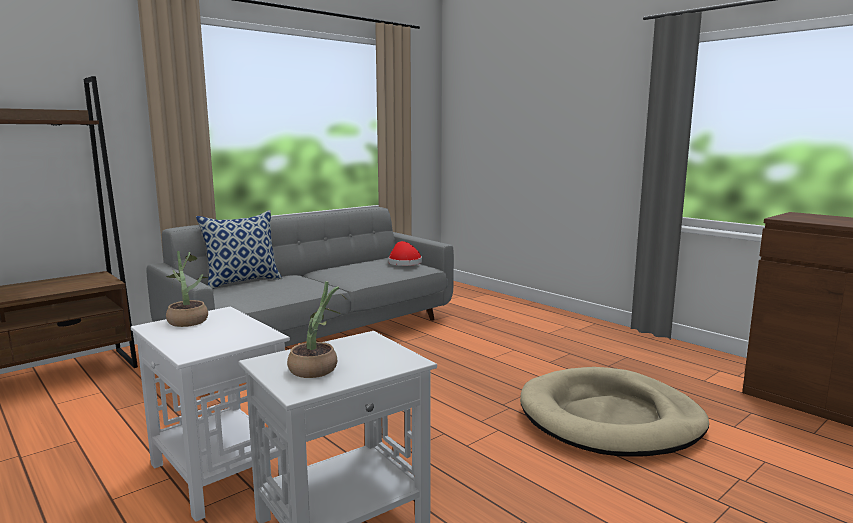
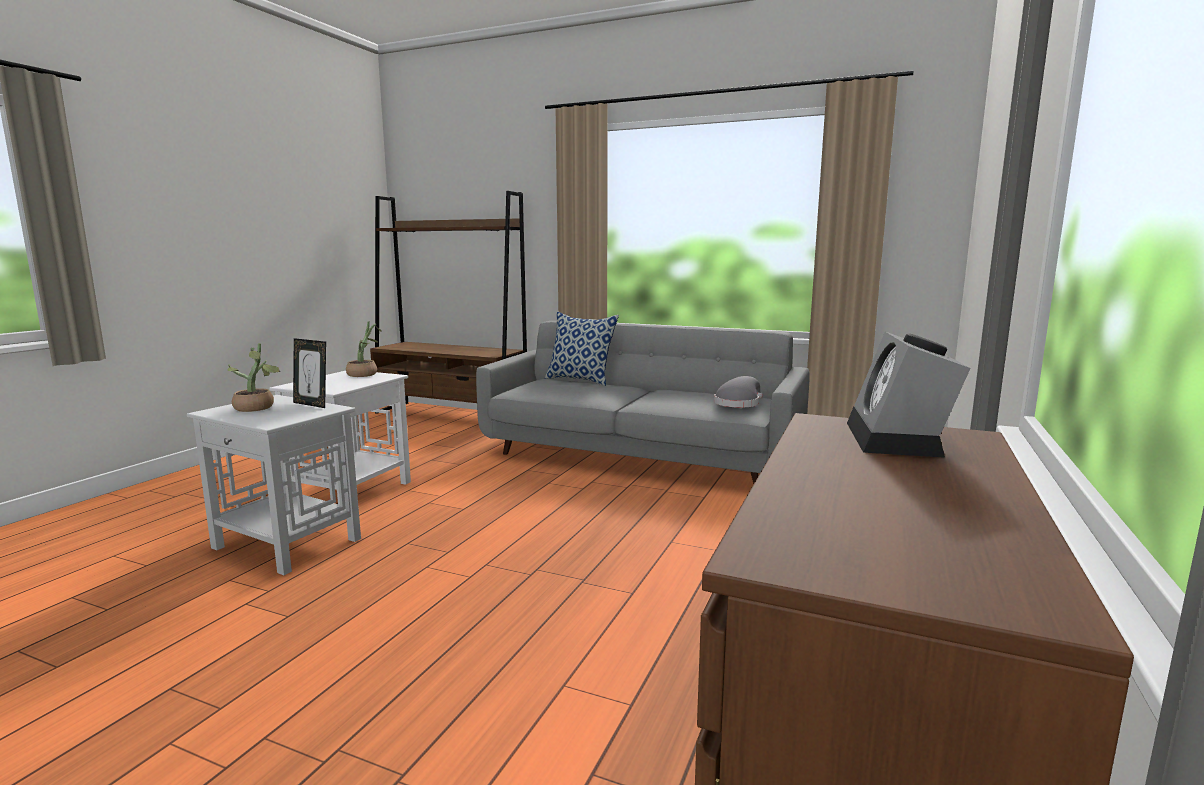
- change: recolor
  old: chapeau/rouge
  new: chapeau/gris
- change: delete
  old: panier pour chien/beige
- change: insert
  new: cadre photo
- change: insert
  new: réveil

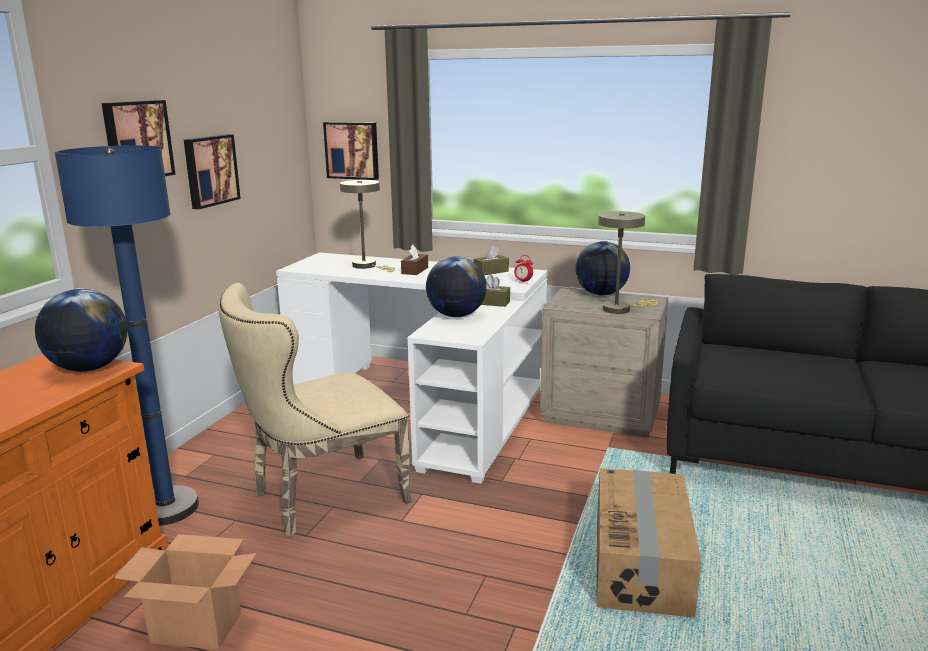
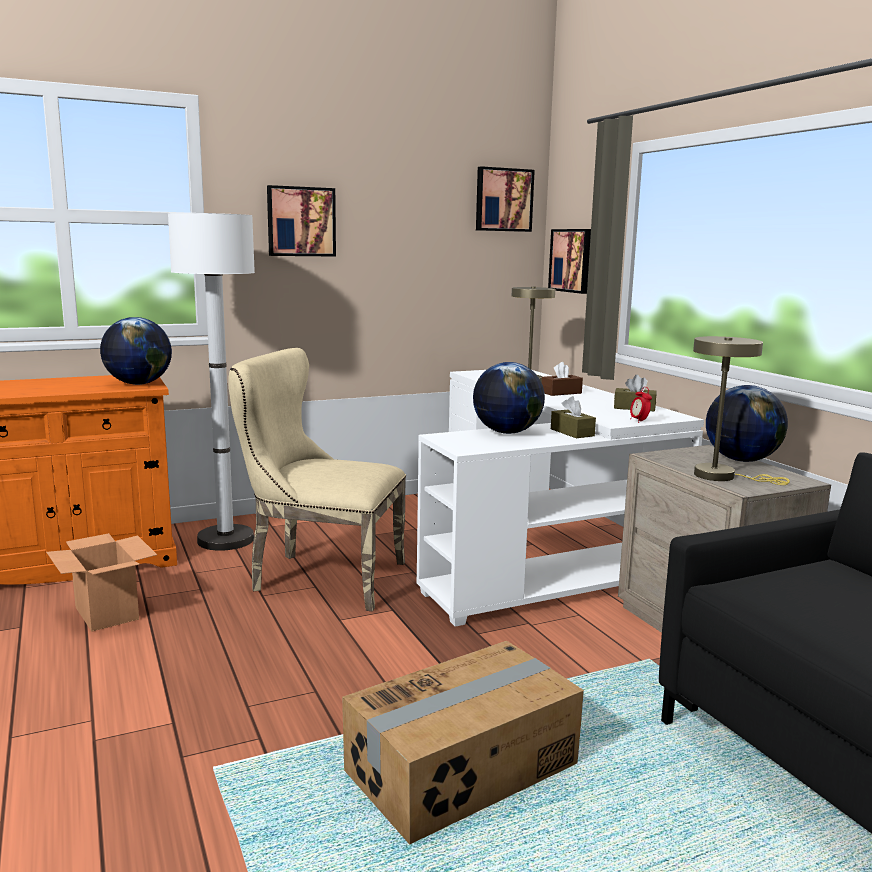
- change: recolor
  old: lampadaire/bleu
  new: lampadaire/blanc
- change: move
  old: tableau (2nd from left)

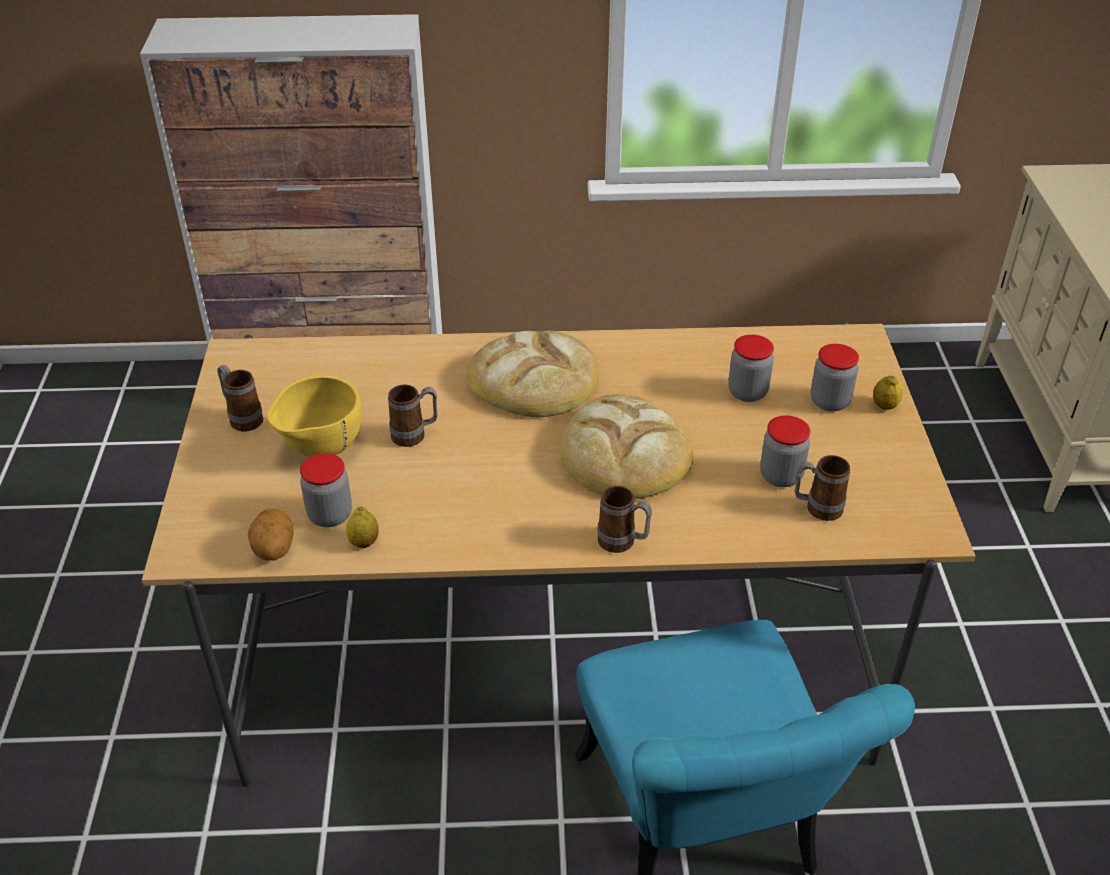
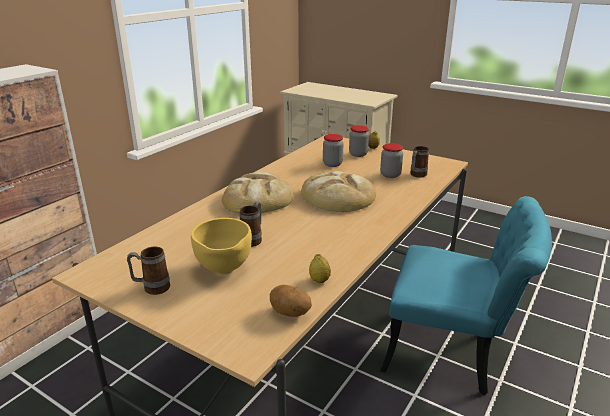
- change: delete
  old: bocal (1st from left)
- change: delete
  old: mug (3rd from left)

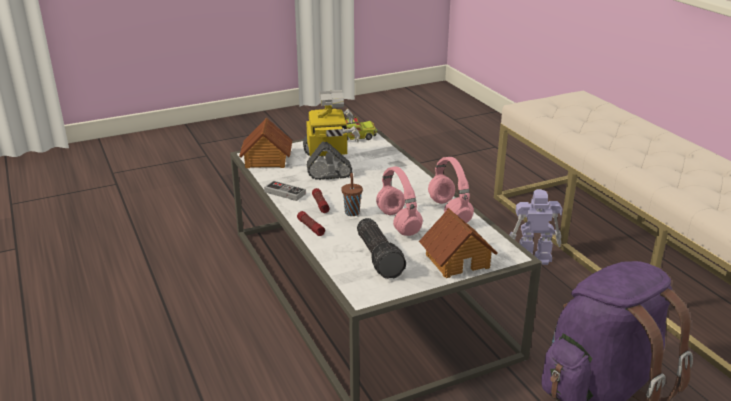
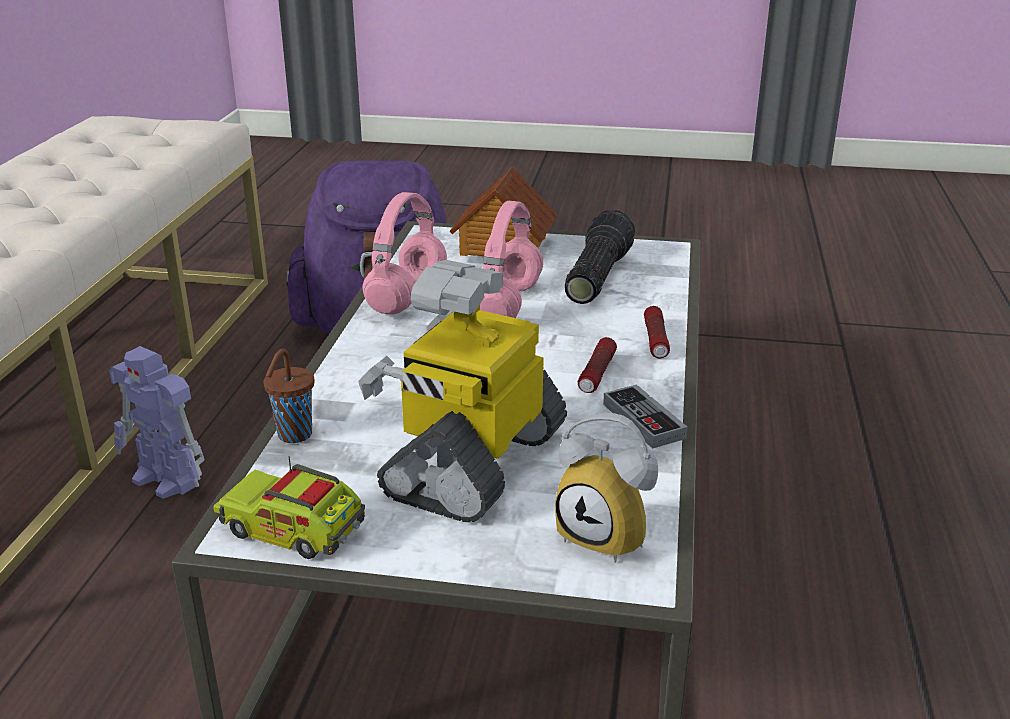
- change: replace
  old: maison miniature (1st from left)
  new: réveil
- change: move
  old: tasse/marron

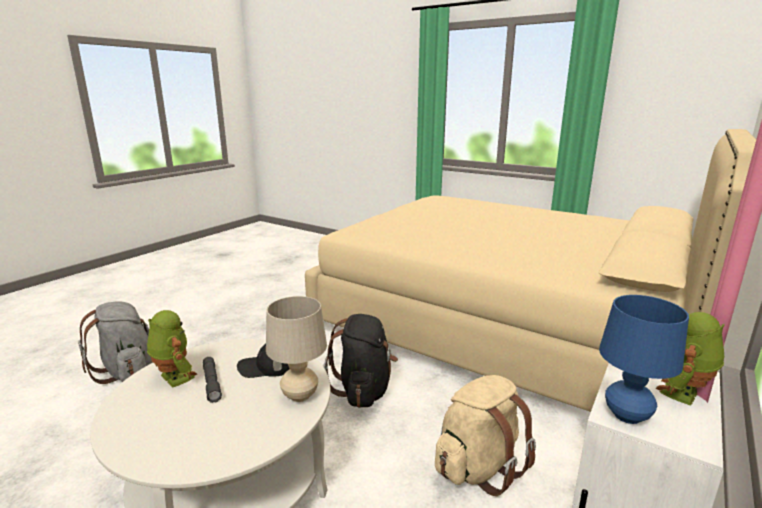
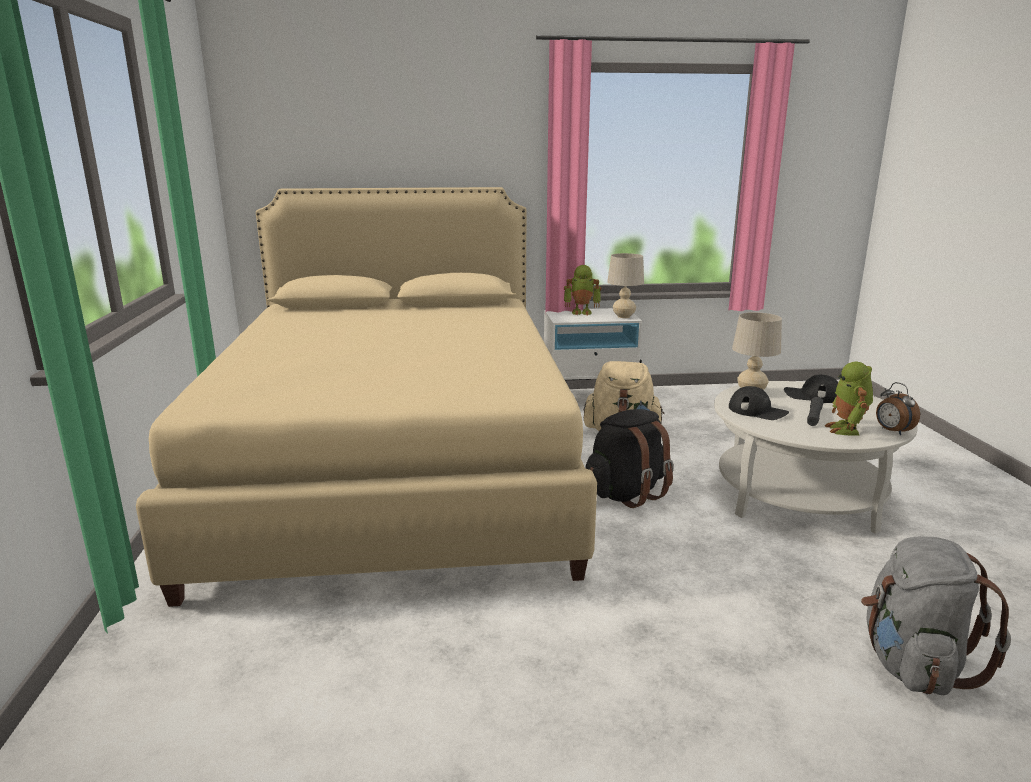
- change: recolor
  old: lampe de table/bleu
  new: lampe de table/beige (1st from left)
- change: insert
  new: casquette/noir (2nd from left)
- change: insert
  new: réveil

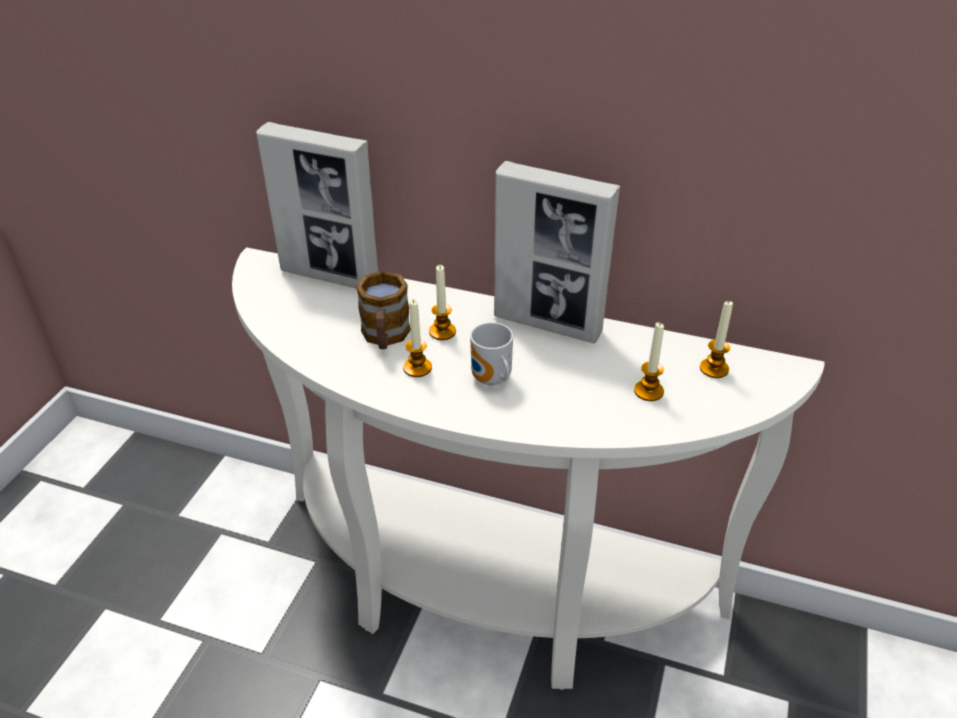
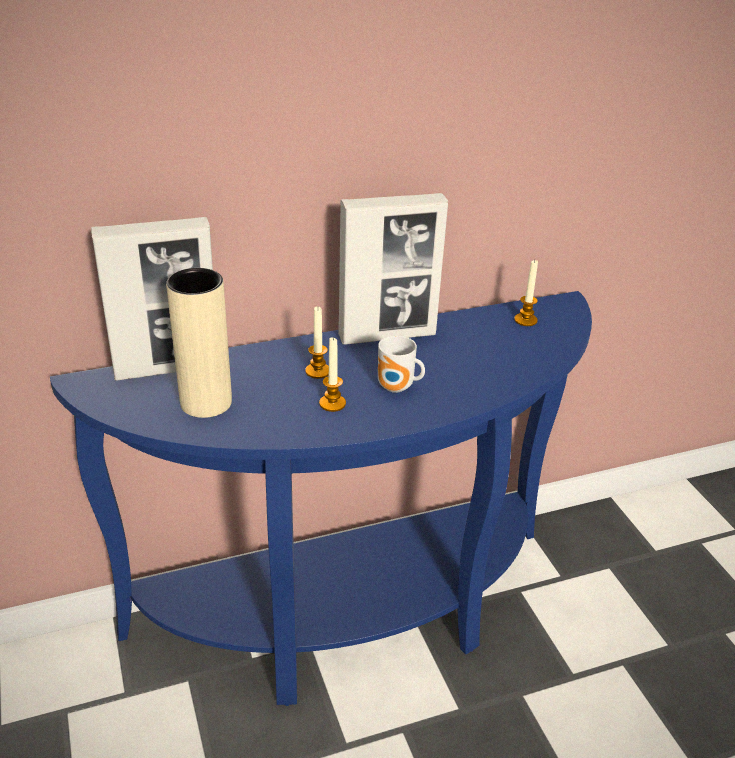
- change: recolor
  old: table console/blanc
  new: table console/bleu
- change: delete
  old: mug (1st from left)
- change: delete
  old: bougie (3rd from left)
- change: insert
  new: vase/beige

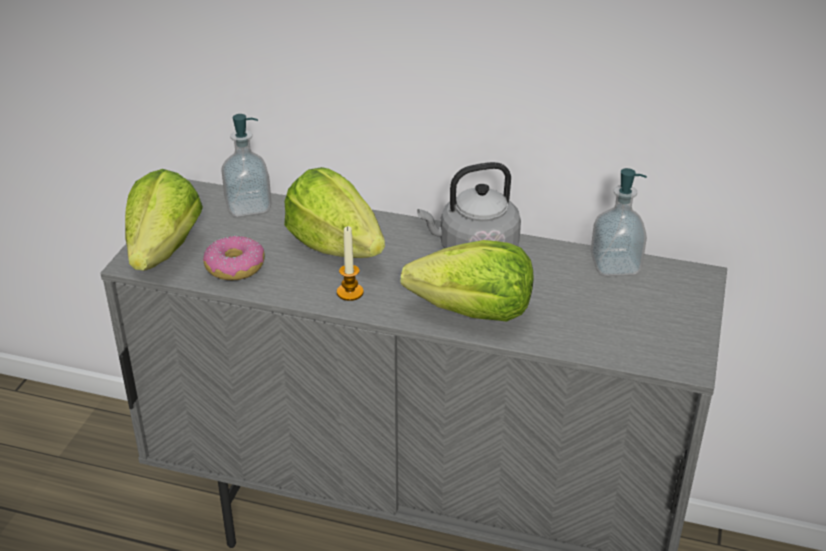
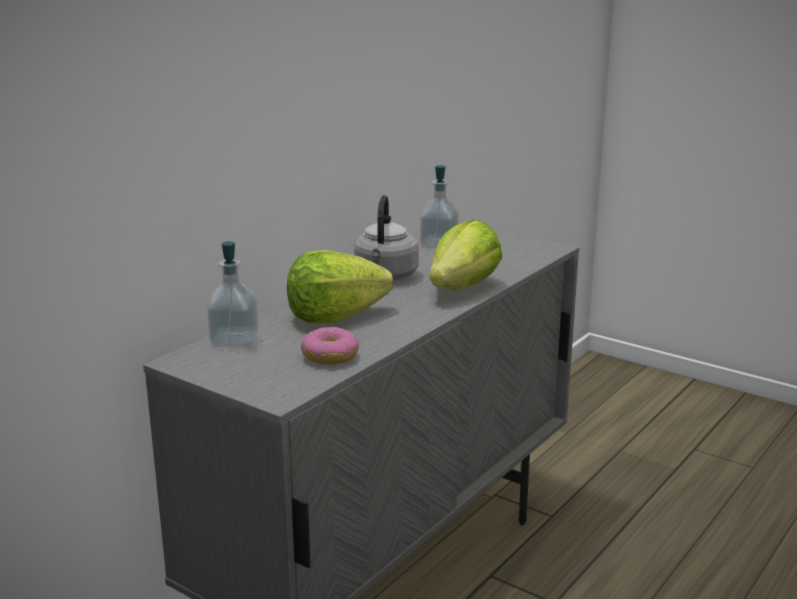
- change: delete
  old: laitue (1st from left)
- change: delete
  old: bougie

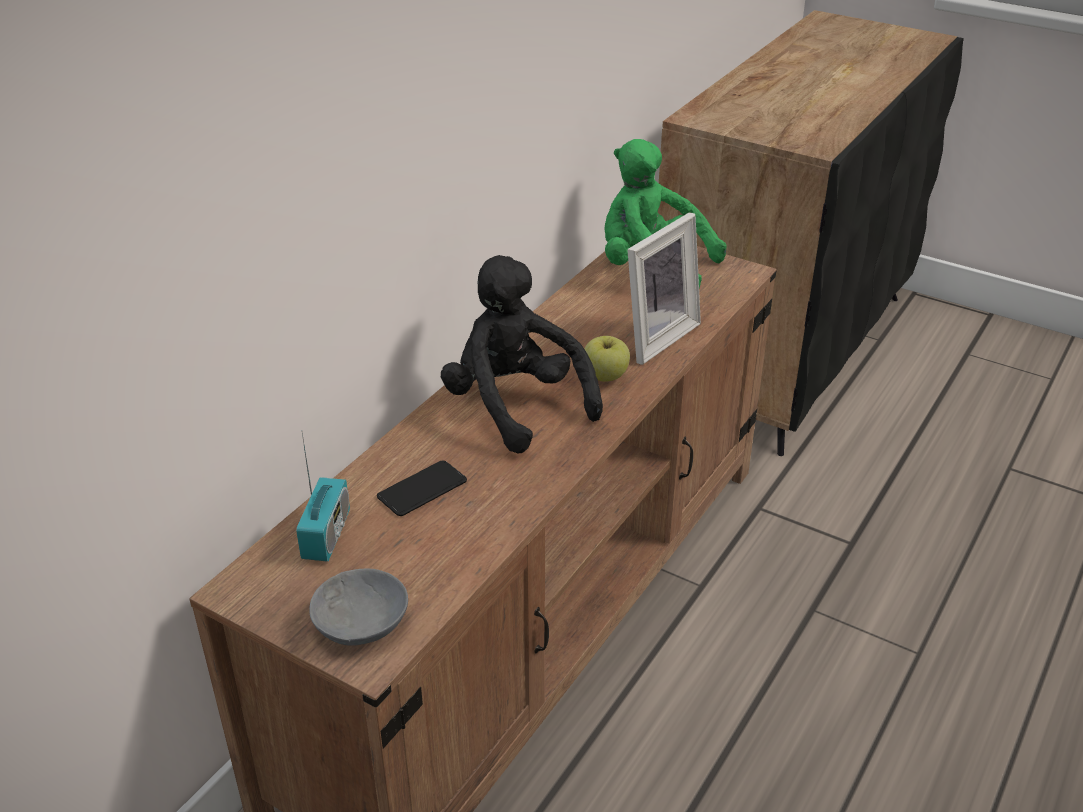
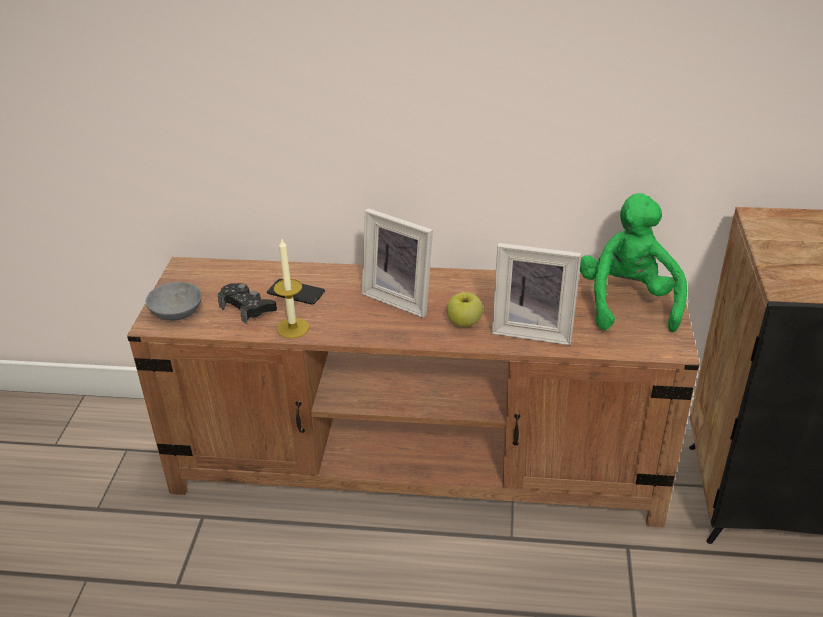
- change: delete
  old: radio
- change: replace
  old: peluche/noir
  new: cadre photo (1st from left)
- change: insert
  new: manette/noir
- change: insert
  new: bougie

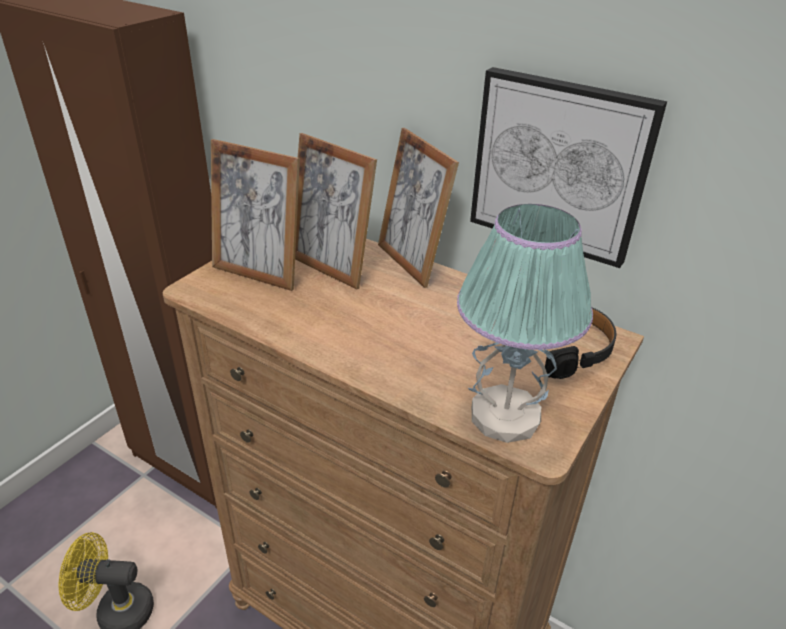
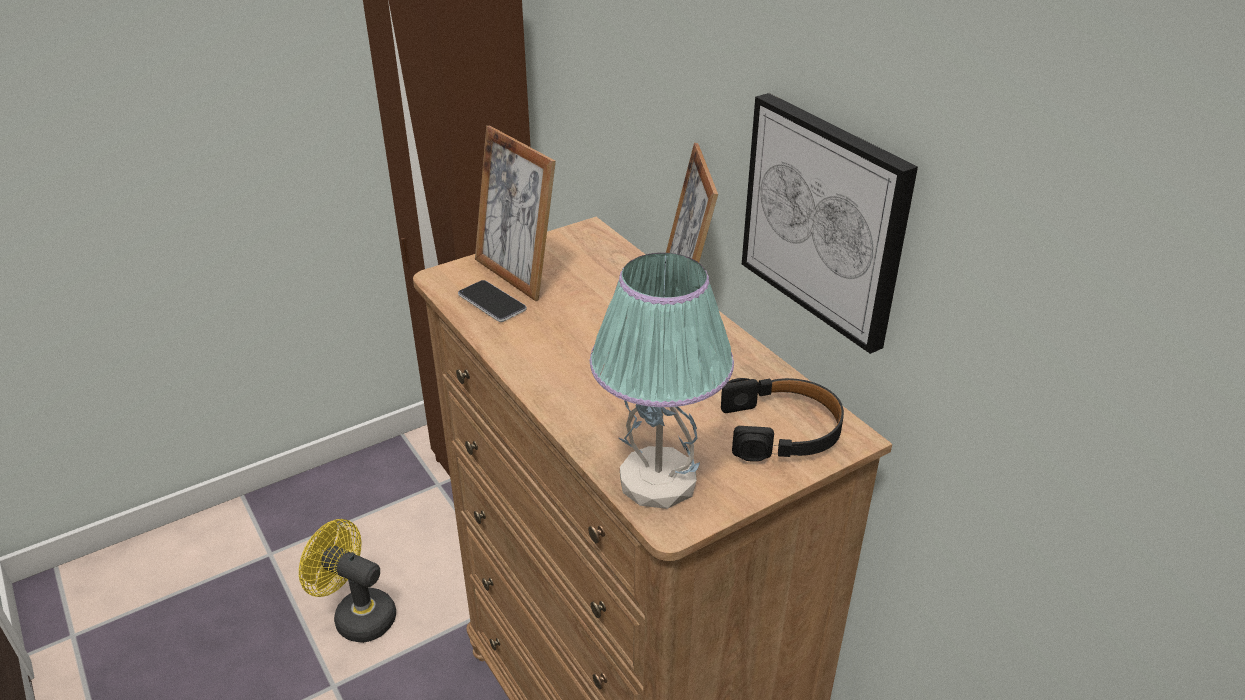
- change: delete
  old: cadre photo (2nd from left)
- change: insert
  new: téléphone

